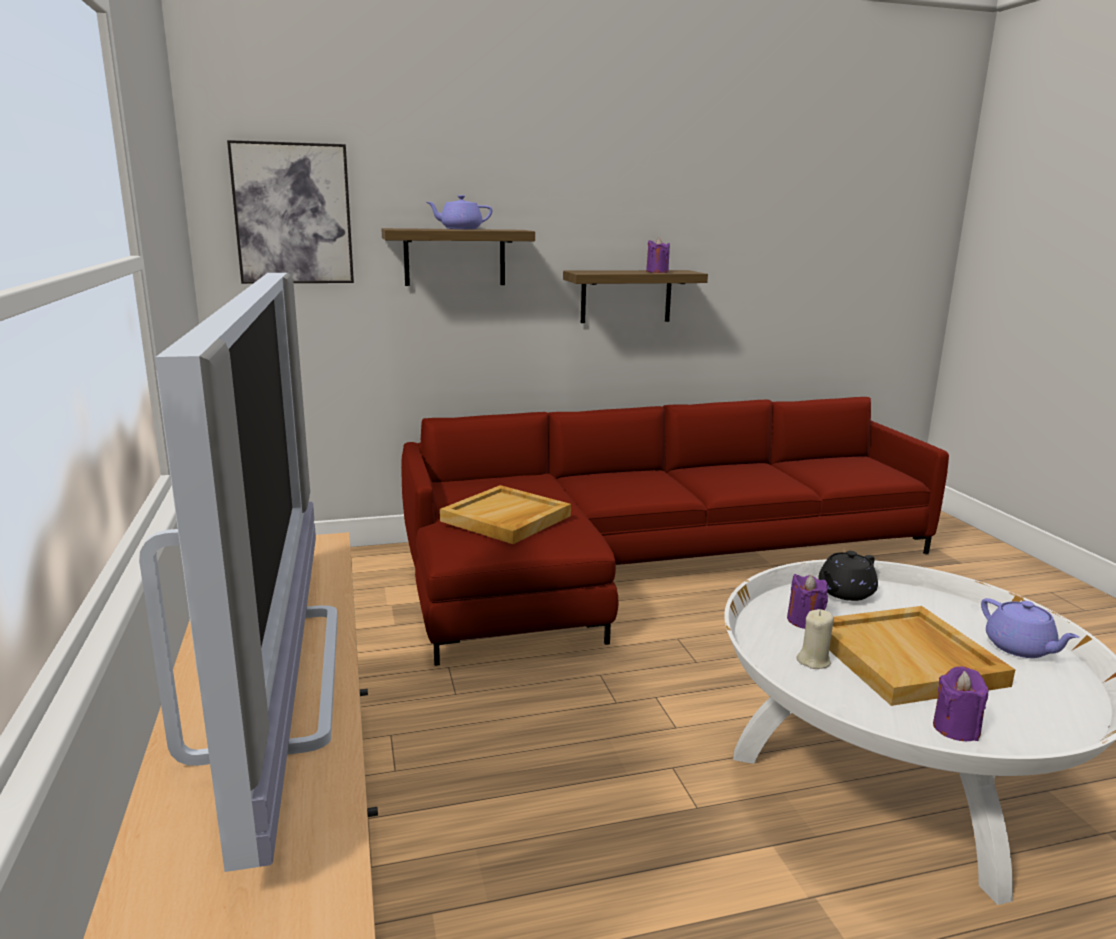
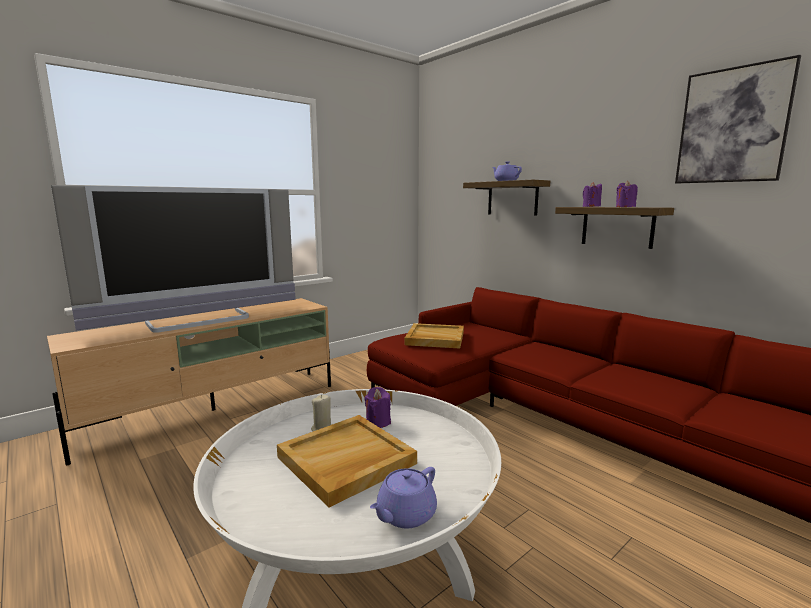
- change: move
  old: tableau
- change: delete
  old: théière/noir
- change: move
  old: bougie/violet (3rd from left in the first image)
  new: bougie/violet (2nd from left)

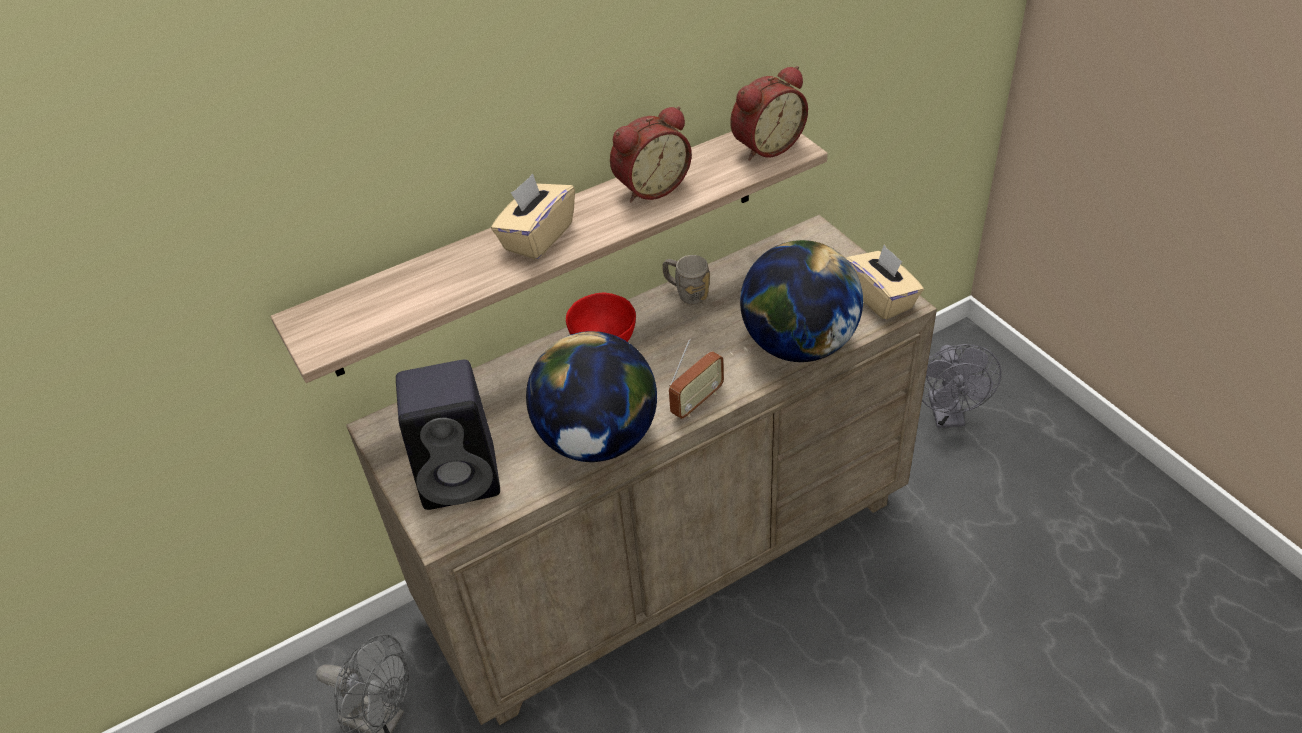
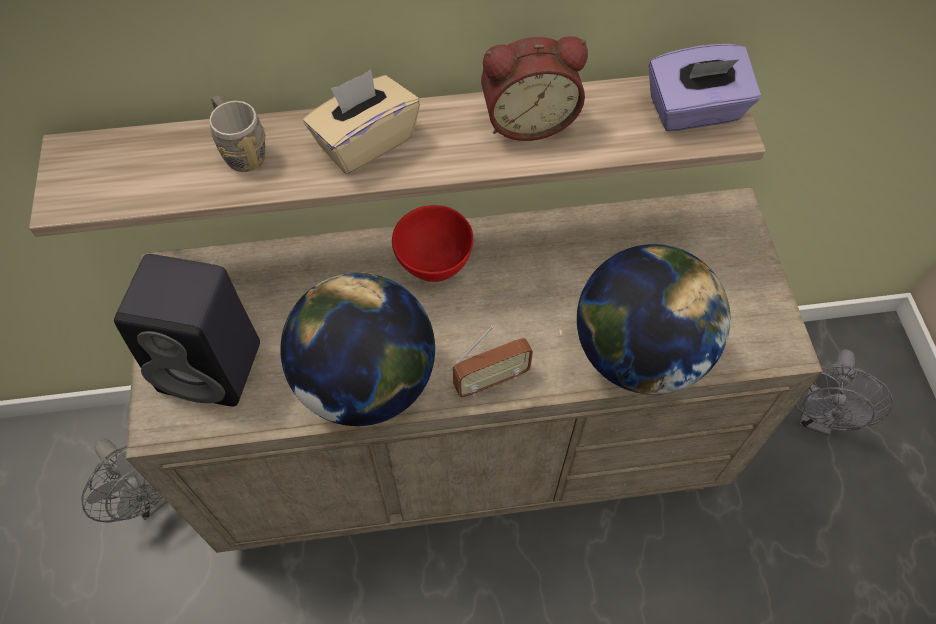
- change: move
  old: mug/gris
- change: replace
  old: réveil (2nd from left)
  new: boîte à mouchoirs/violet
- change: delete
  old: boîte à mouchoirs/beige (2nd from left)

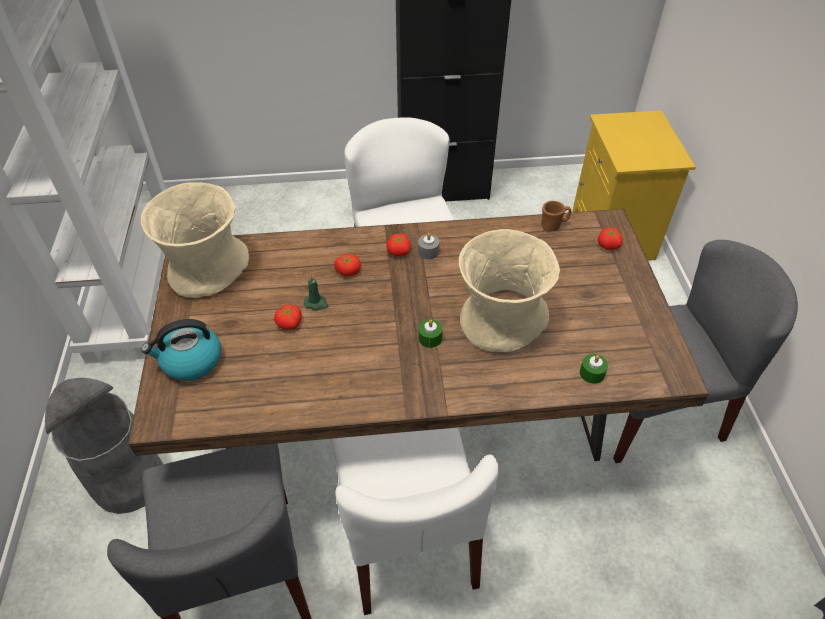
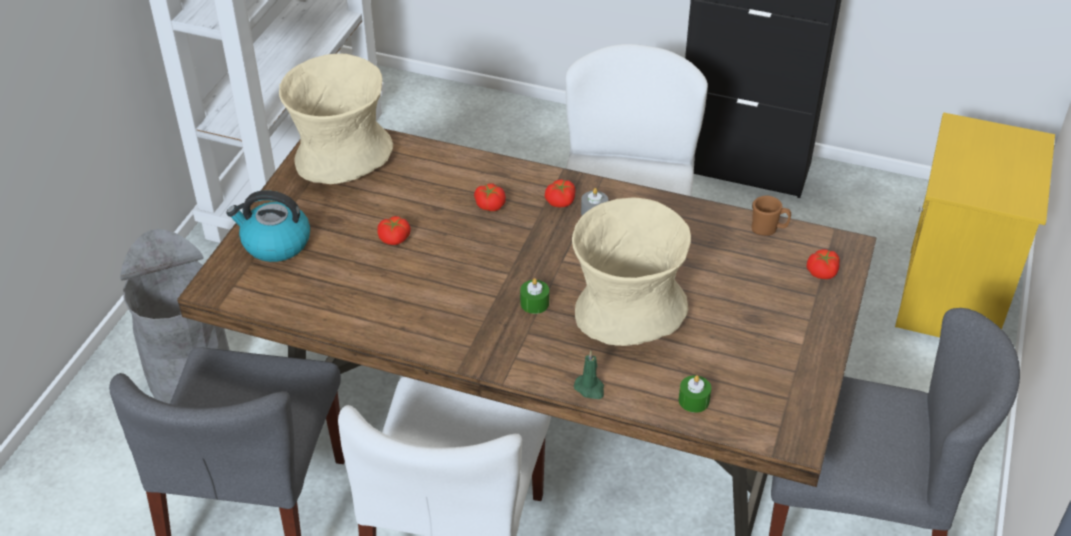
- change: move
  old: bougie/vert (1st from left in the first image)
  new: bougie/vert (2nd from left)

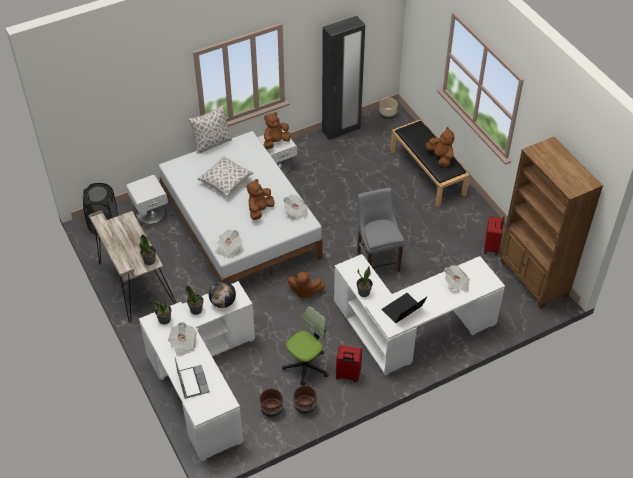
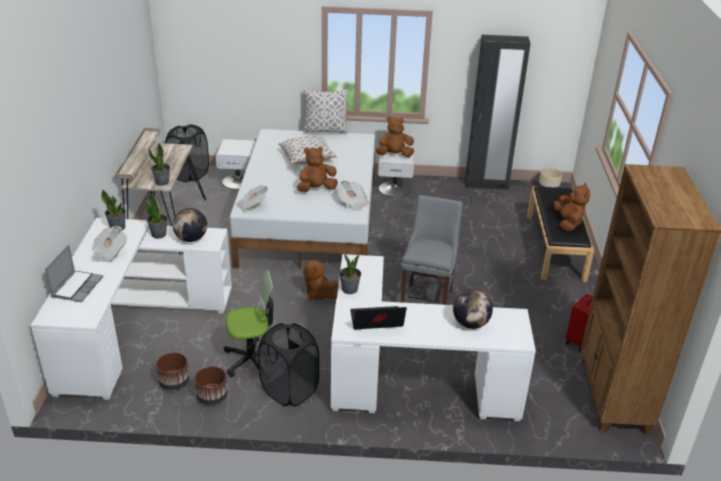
- change: replace
  old: valise/rouge (1st from left)
  new: panier à linge/noir (2nd from left)
- change: replace
  old: journal (4th from left)
  new: globe (2nd from left)

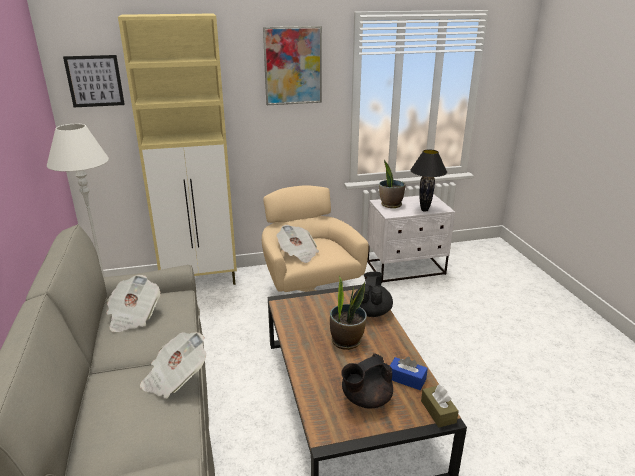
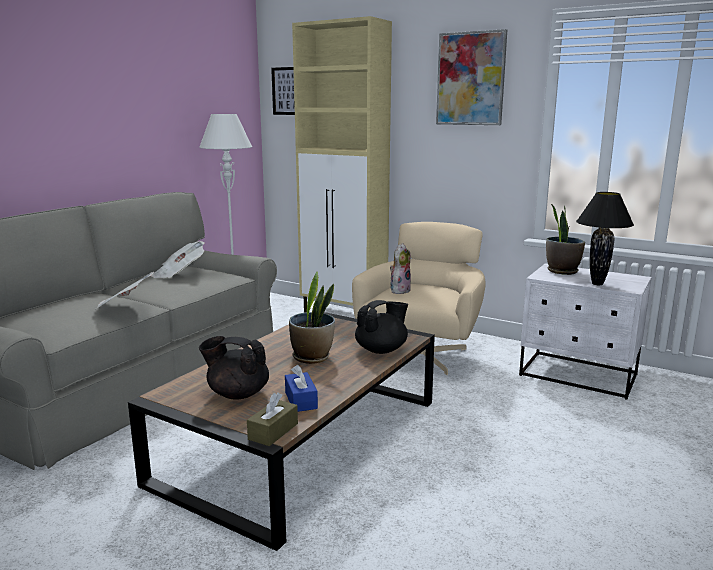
- change: replace
  old: journal (3rd from left)
  new: peluche

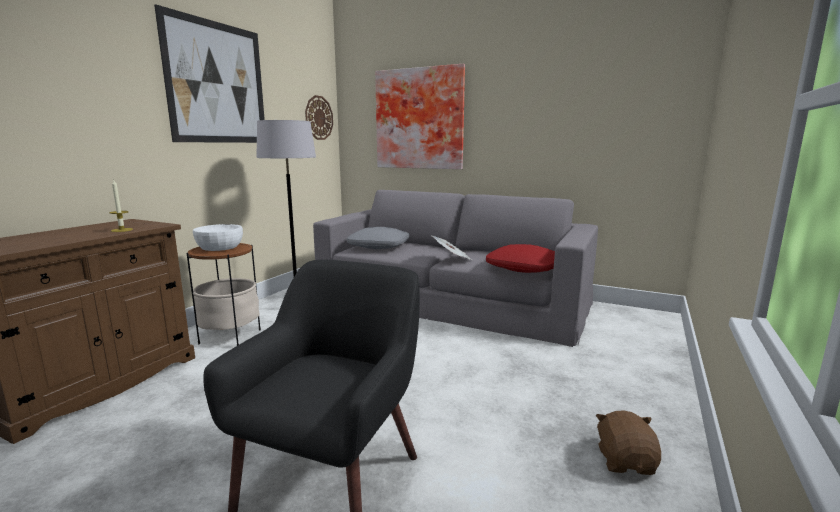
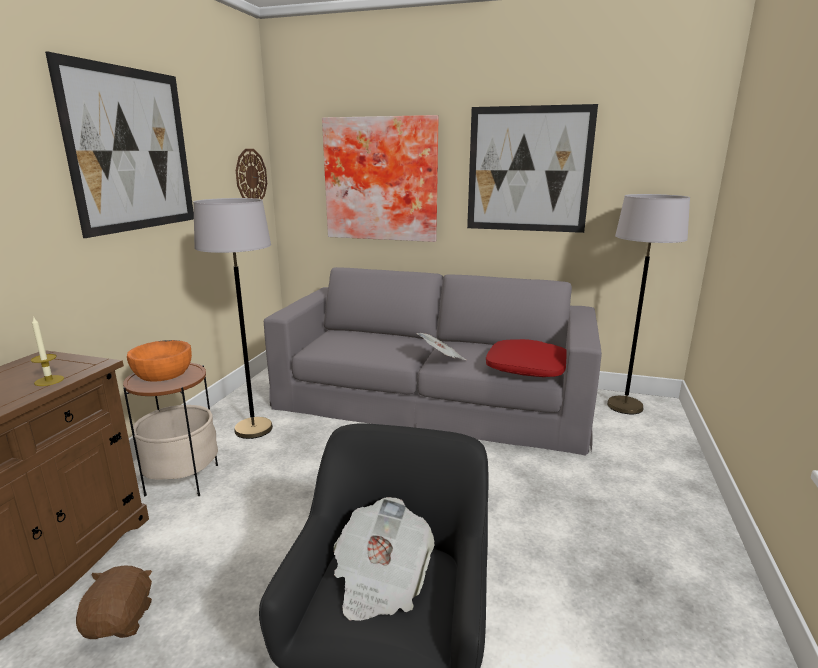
- change: recolor
  old: bol/blanc
  new: bol/orange
- change: delete
  old: coussin/gris
- change: move
  old: peluche/marron
- change: insert
  new: journal (1st from left)
- change: insert
  new: tableau (3rd from left)
- change: insert
  new: lampadaire/gris (2nd from left)

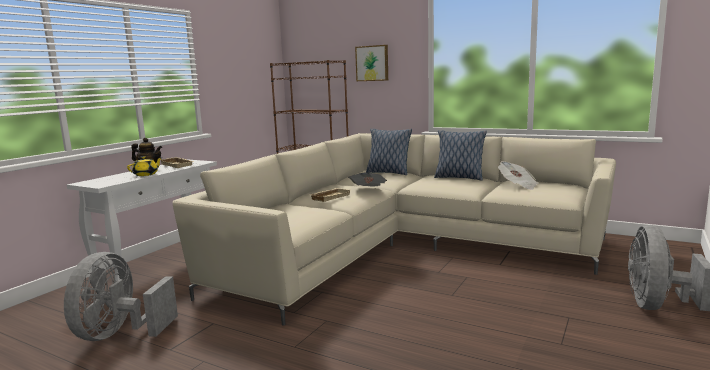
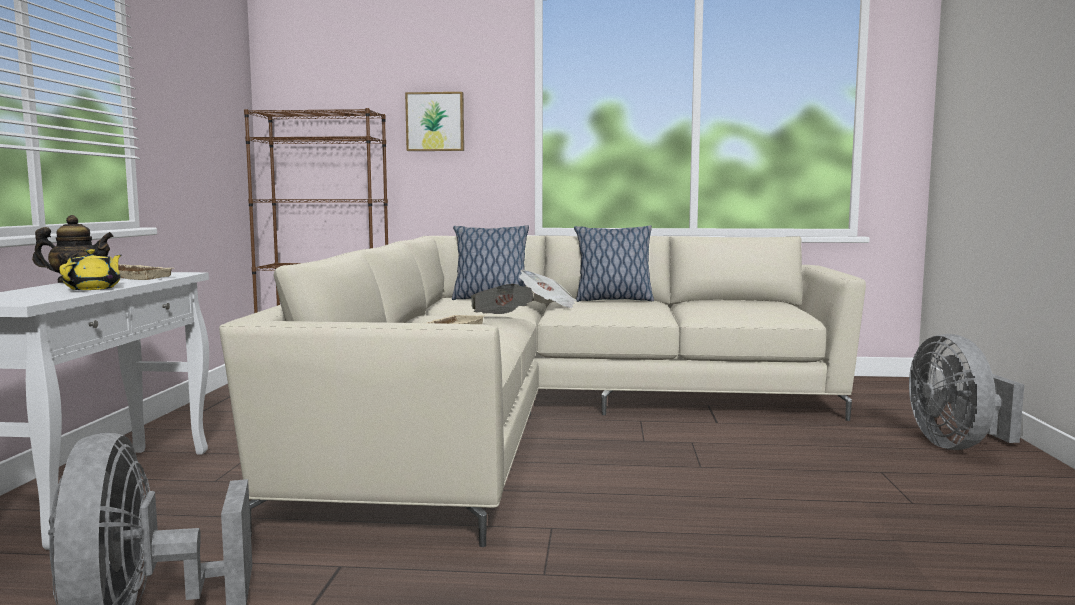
- change: move
  old: journal (2nd from left)

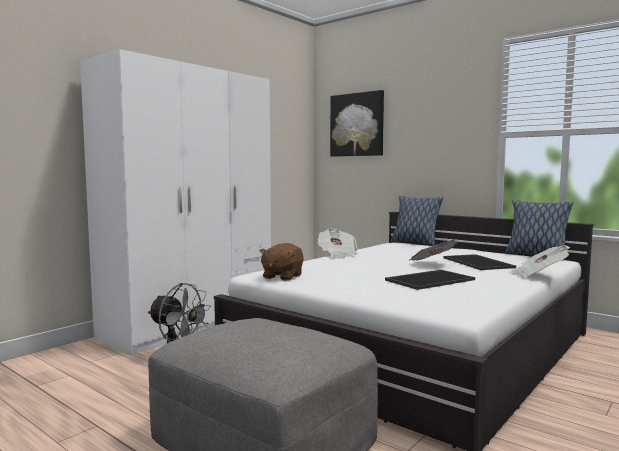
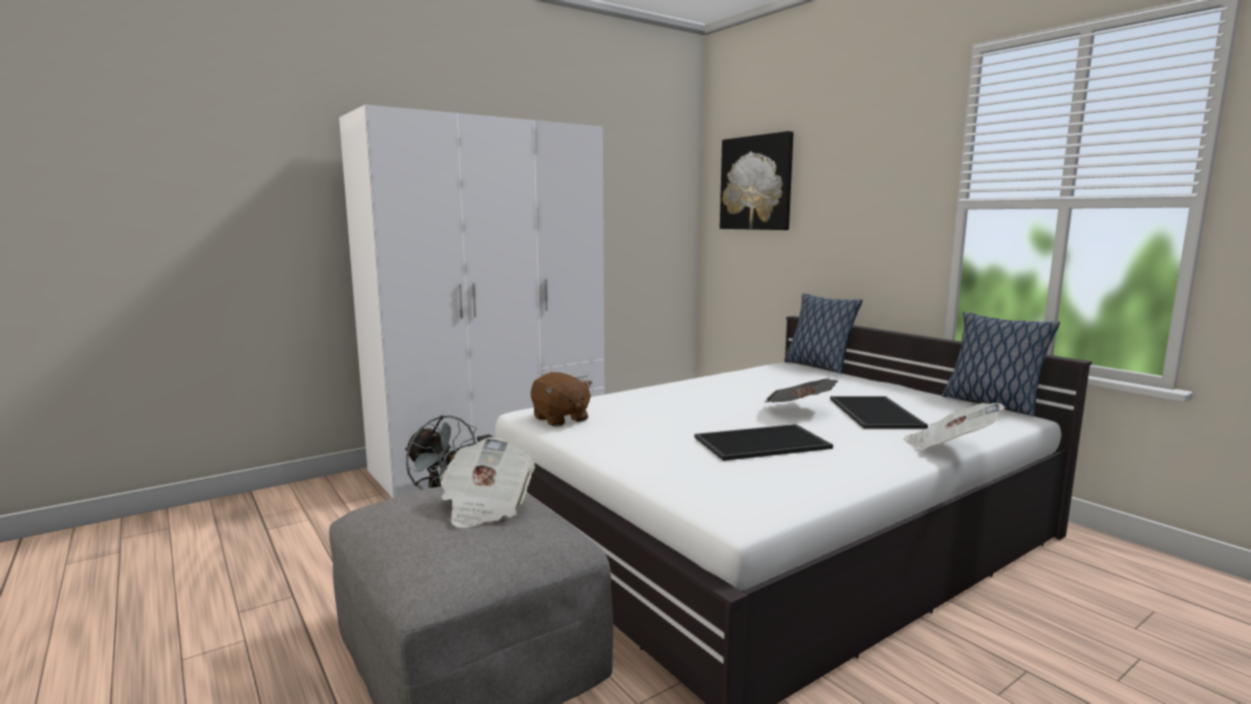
- change: rotate
  old: peluche/marron
  degrees: -75
- change: move
  old: journal (1st from left)

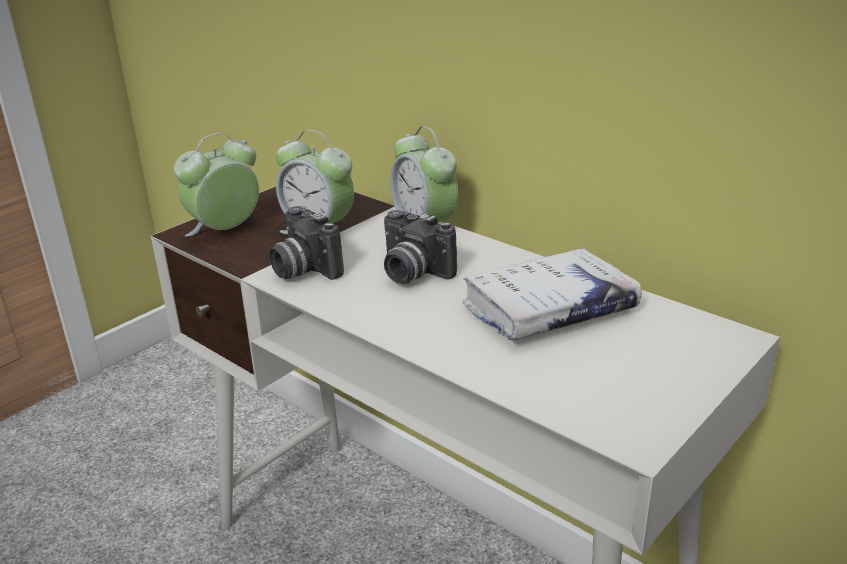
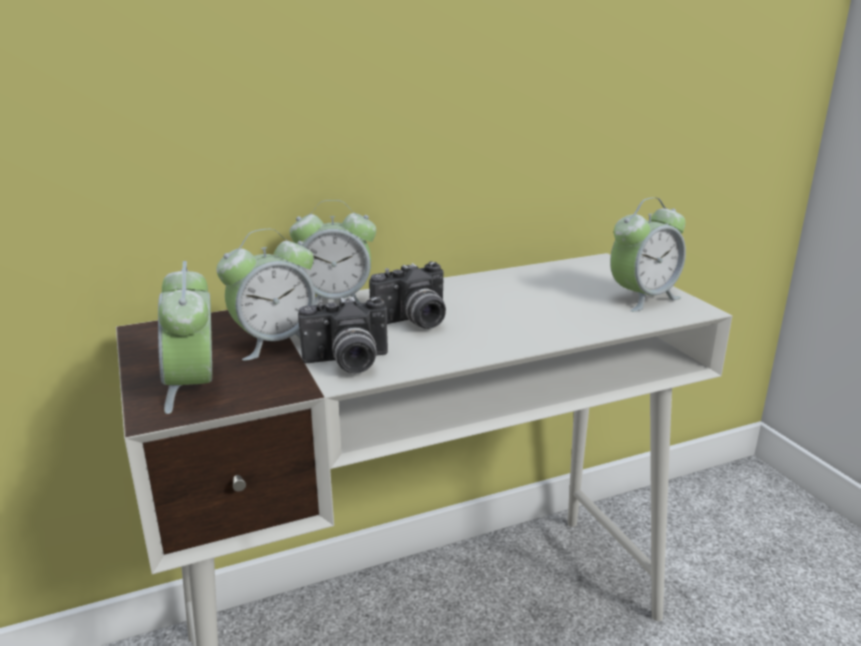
- change: delete
  old: livre/blanc
- change: insert
  new: réveil (4th from left)

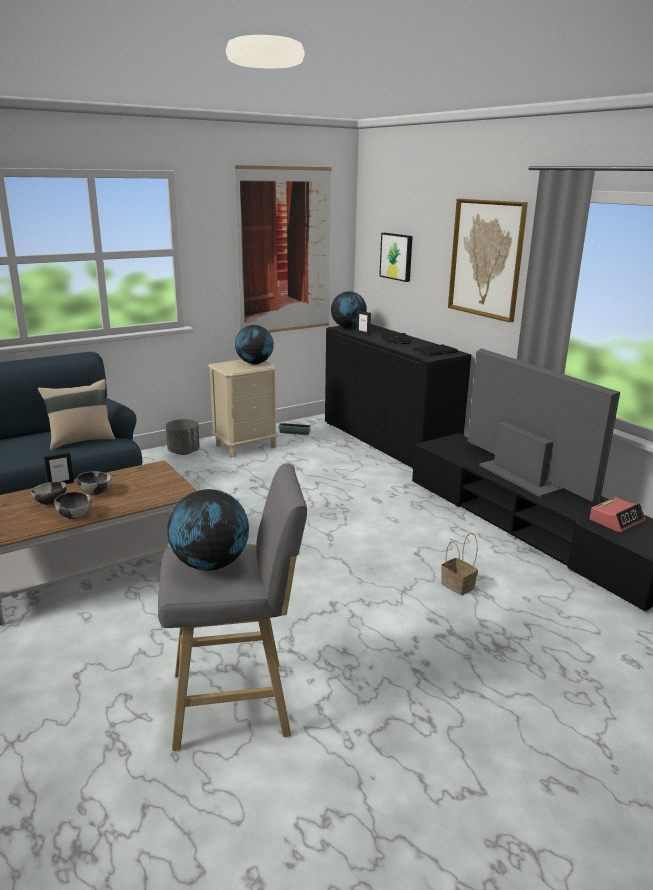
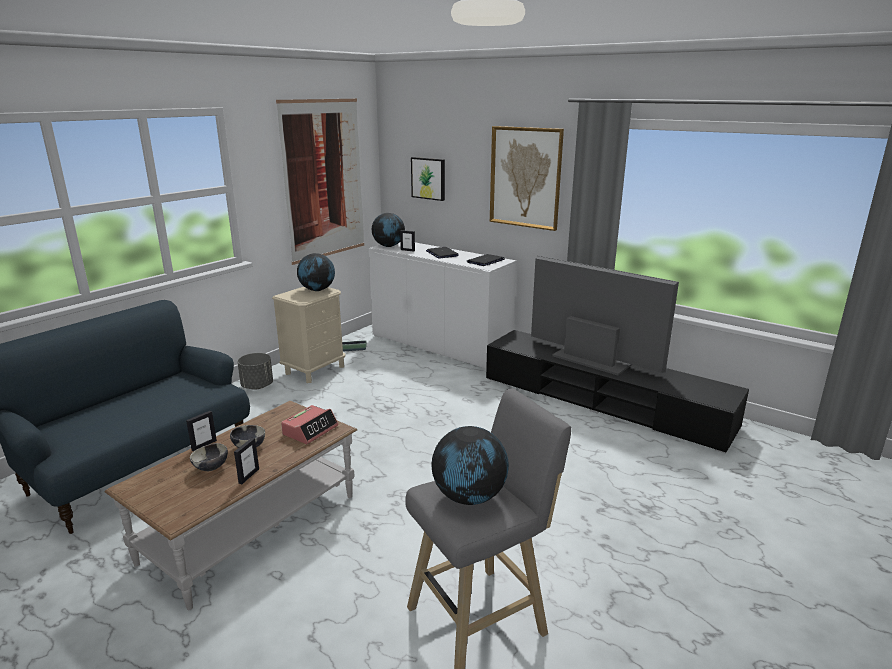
- change: delete
  old: coussin/beige
- change: replace
  old: bol (2nd from left)
  new: cadre photo (2nd from left)
- change: recolor
  old: meuble de rangement/noir
  new: meuble de rangement/blanc
- change: delete
  old: panier
- change: move
  old: réveil

